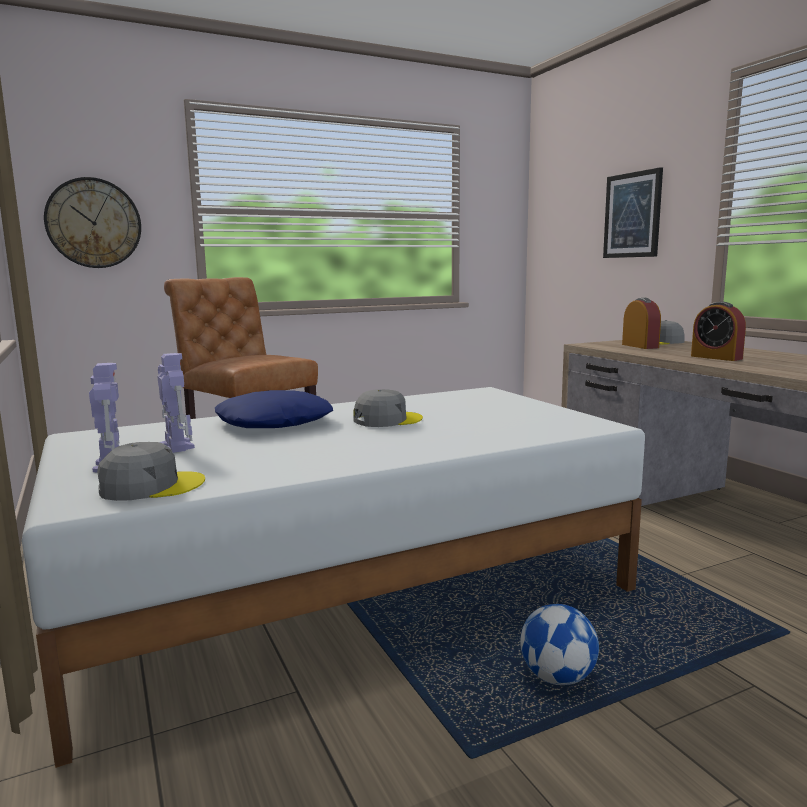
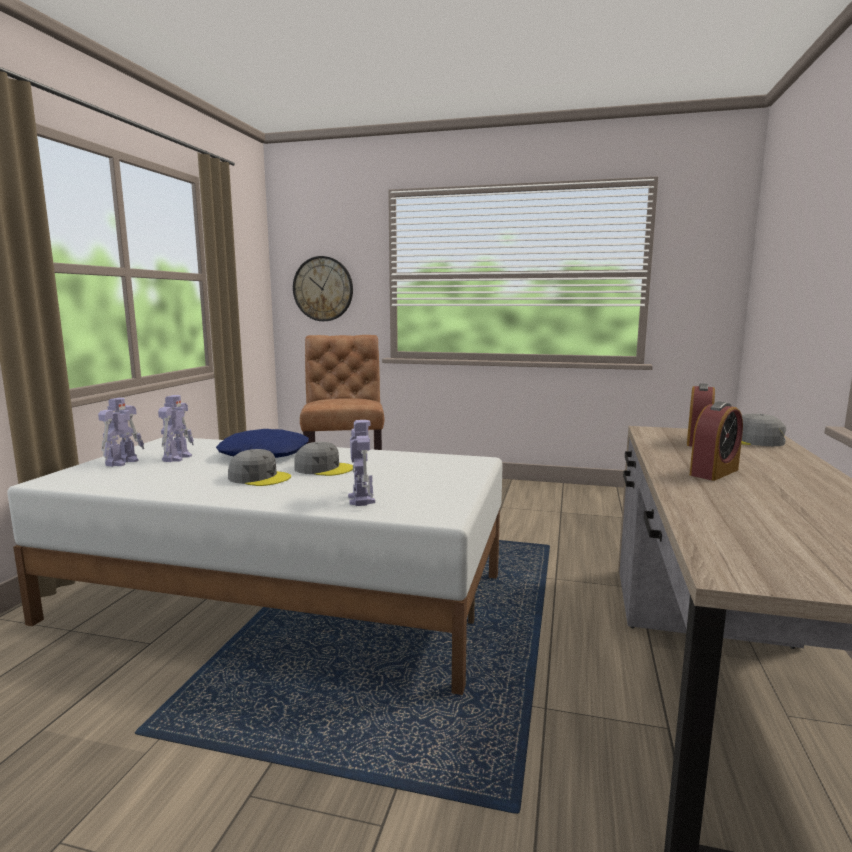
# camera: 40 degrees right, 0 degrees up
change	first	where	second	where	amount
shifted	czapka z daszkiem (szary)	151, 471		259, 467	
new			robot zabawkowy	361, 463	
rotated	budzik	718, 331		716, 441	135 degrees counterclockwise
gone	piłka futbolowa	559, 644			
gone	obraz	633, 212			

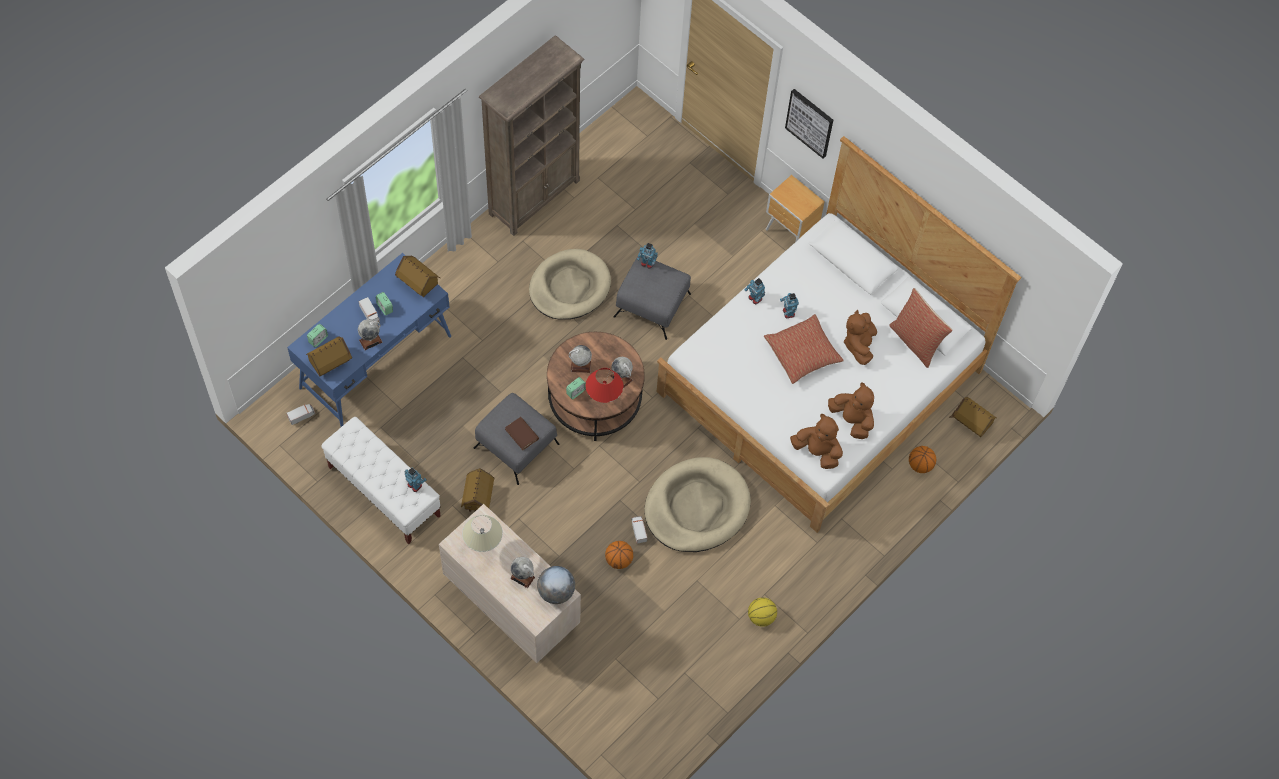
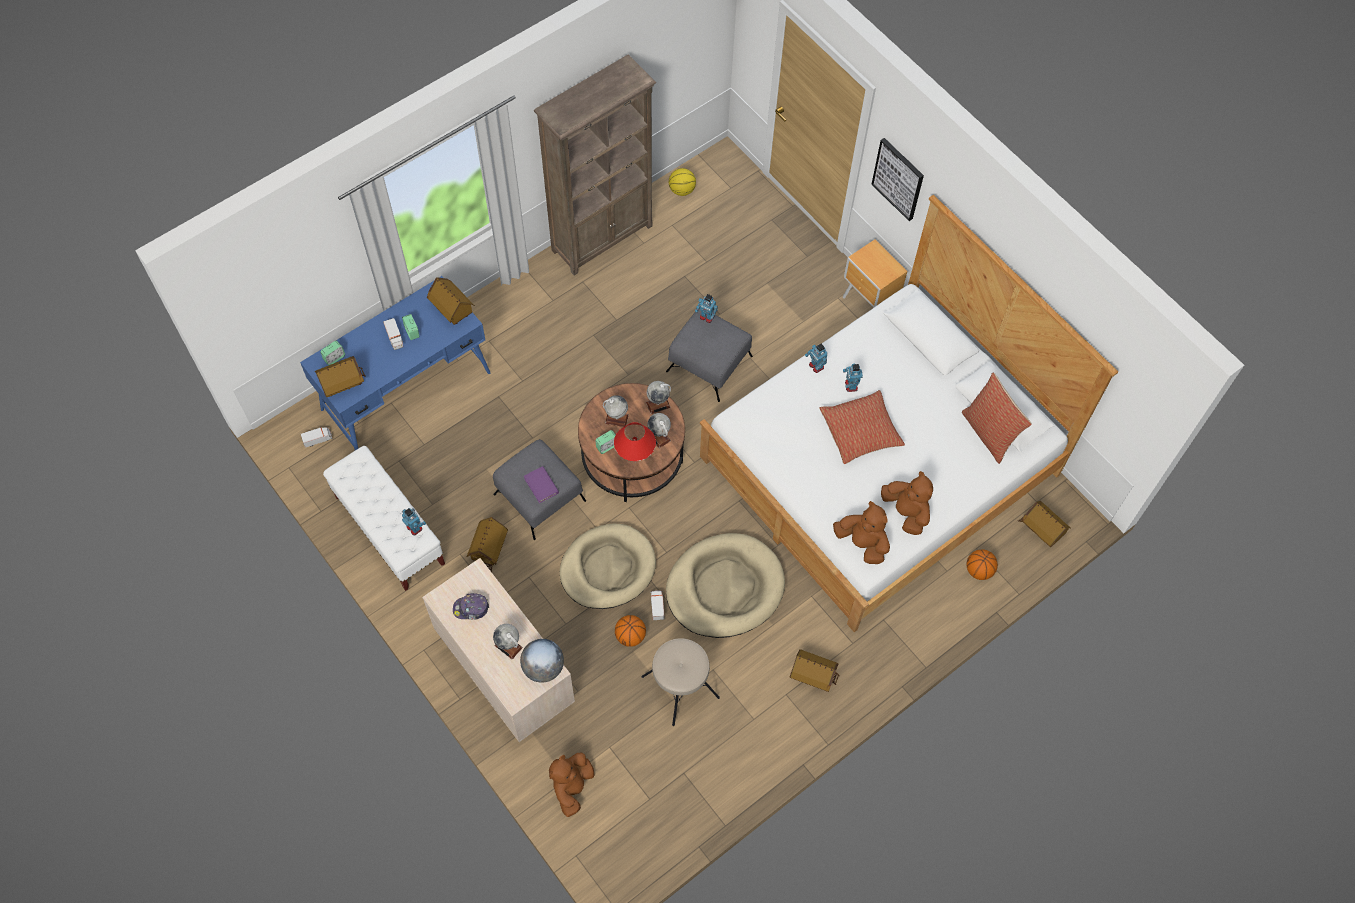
# camera: 10 degrees right, 0 degrees up
change	first	where	second	where	amount
swapped	lampa stołowa (beżowy)	482, 533	czapka z daszkiem	471, 606	
repainted	książka (brązowy)	522, 433	książka (fioletowy)	541, 484	
shifted	pluszak (brązowy)	860, 337		571, 785	
shifted	legowisko (beżowy)	570, 284		608, 566	
new			stołek (beżowy)	680, 682	
shifted	globus	370, 334		658, 397	
shifted	piłka do koszykówki	762, 612		682, 182	
new			domek	814, 670	

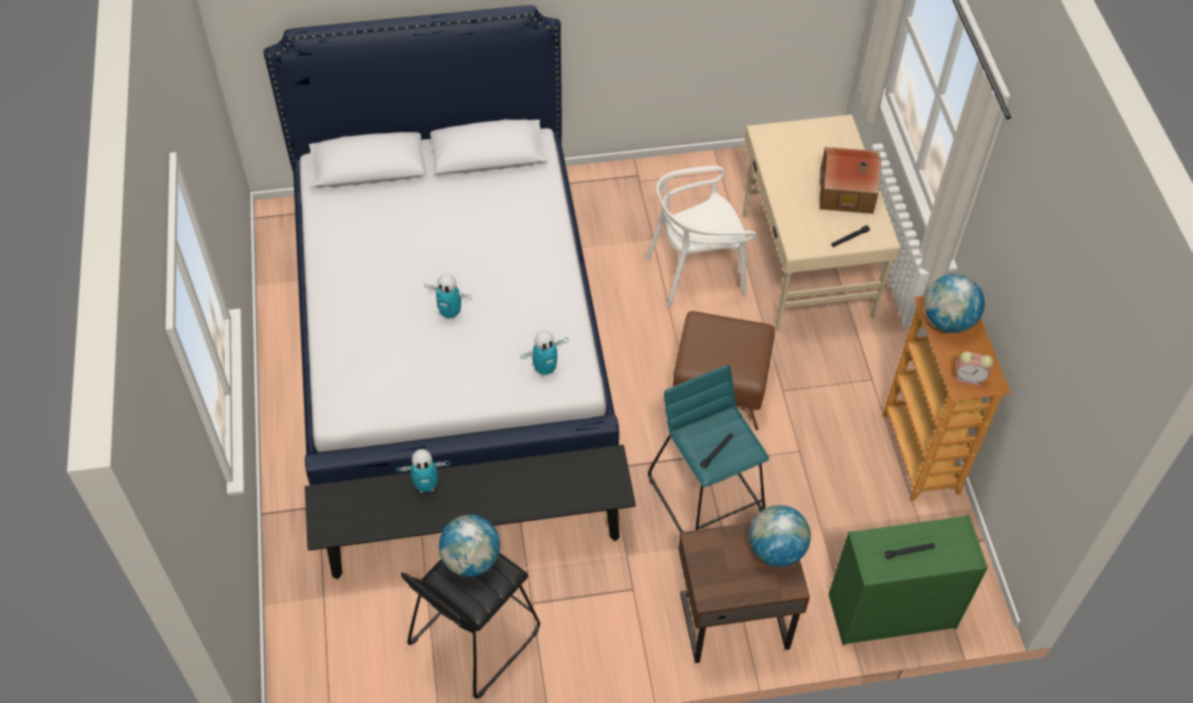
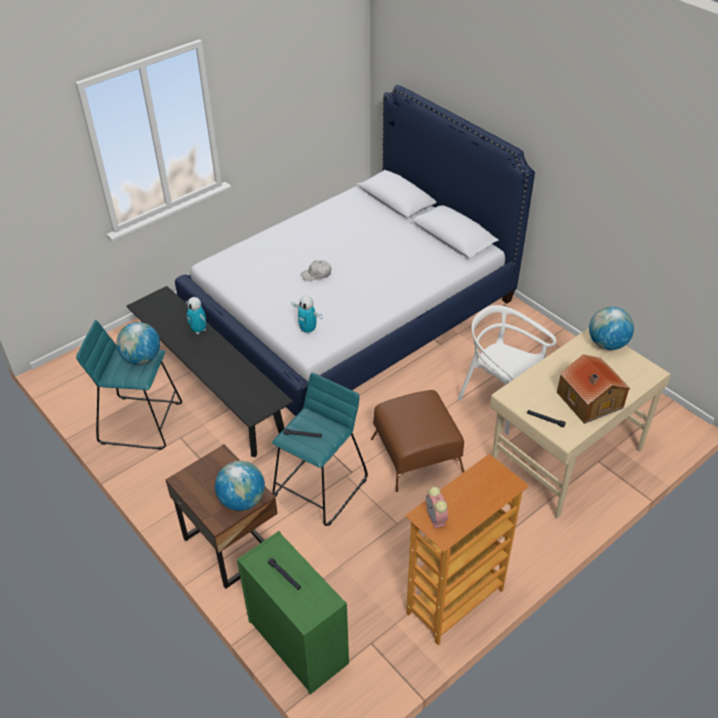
# camera: 60 degrees right, 10 degrees down
change	first	where	second	where	amount
repainted	stołek (czarny)	470, 626	stołek (turkusowy)	129, 385	
swapped	robot zabawkowy	448, 297	czapka z daszkiem (biały)	316, 270	
shifted	globus	954, 303		611, 328	

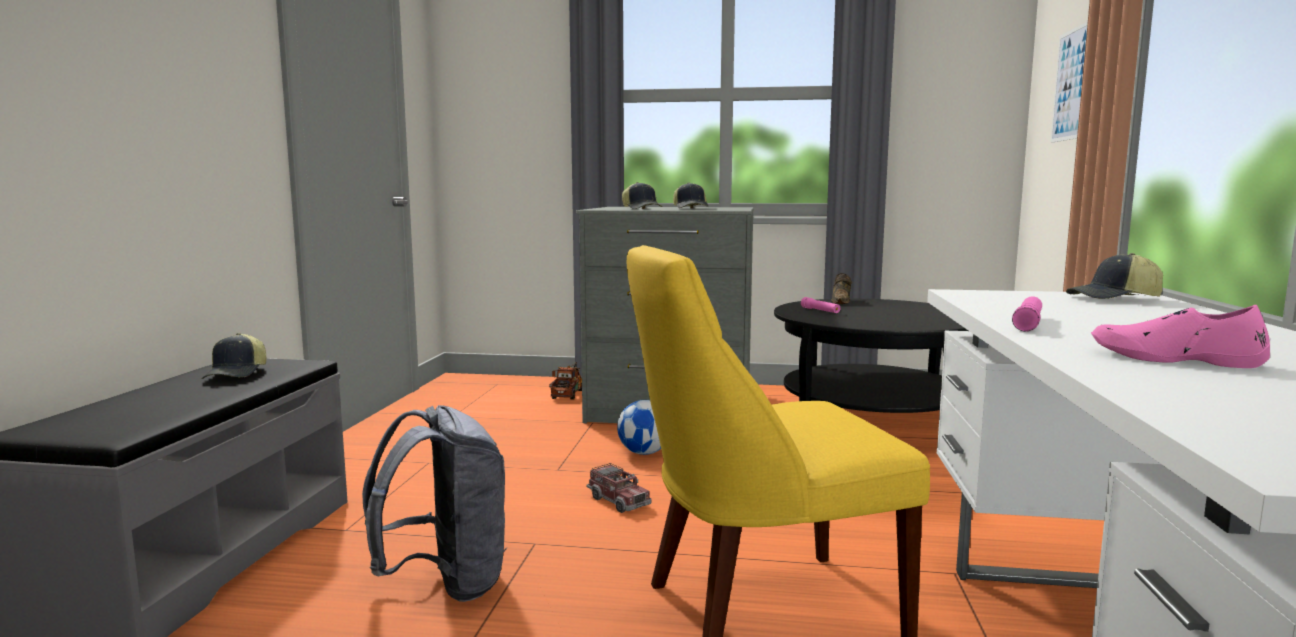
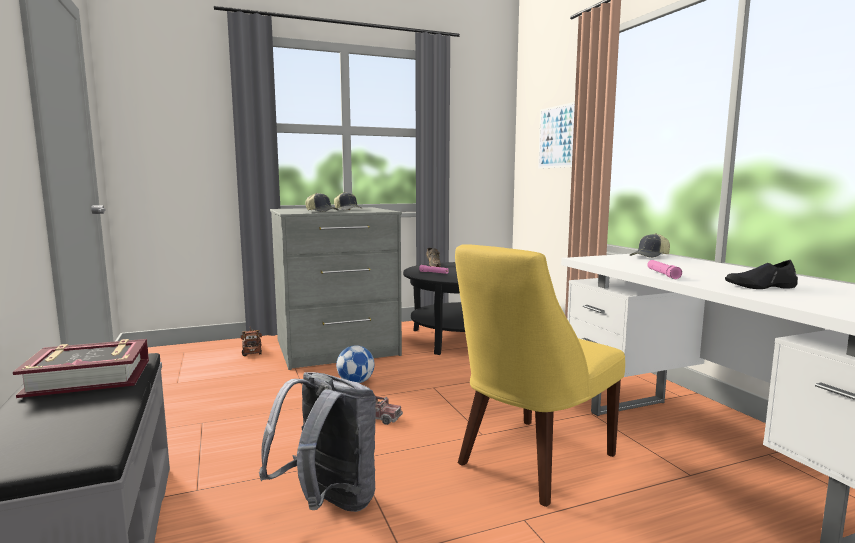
# camera: 30 degrees left, 0 degrees up
change	first	where	second	where	amount
swapped	czapka z daszkiem	233, 356	książka	81, 368	
repainted	but (różowy)	1180, 336	but (czarny)	761, 274	

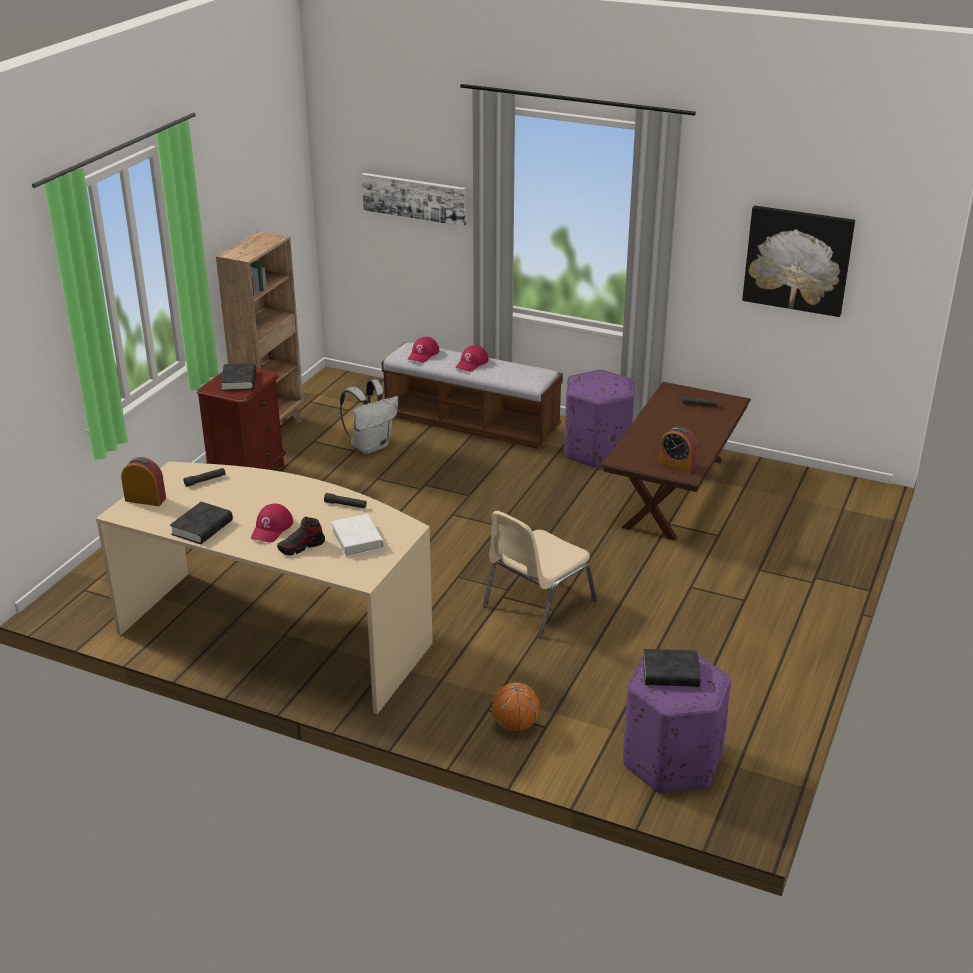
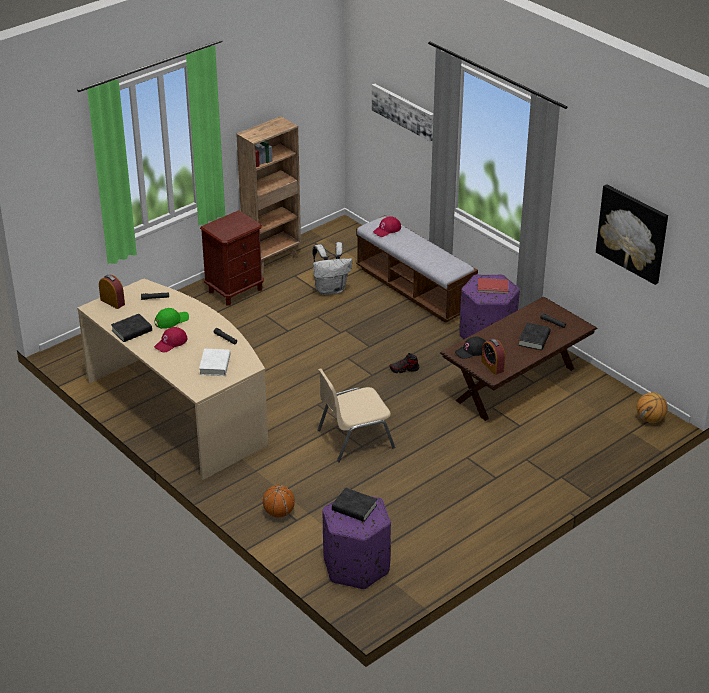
# camera: 25 degrees right, 5 degrees up
change	first	where	second	where	amount
new			czapka z daszkiem (zielony)	171, 318	
shifted	but	301, 536		404, 363	
new			czapka z daszkiem (czarny)	470, 347	
new			książka (czerwony)	493, 286	
shifted	książka (czarny)	238, 377		534, 336	
new			piłka do koszykówki	652, 408	
gone	czapka z daszkiem (czerwony)	472, 358			

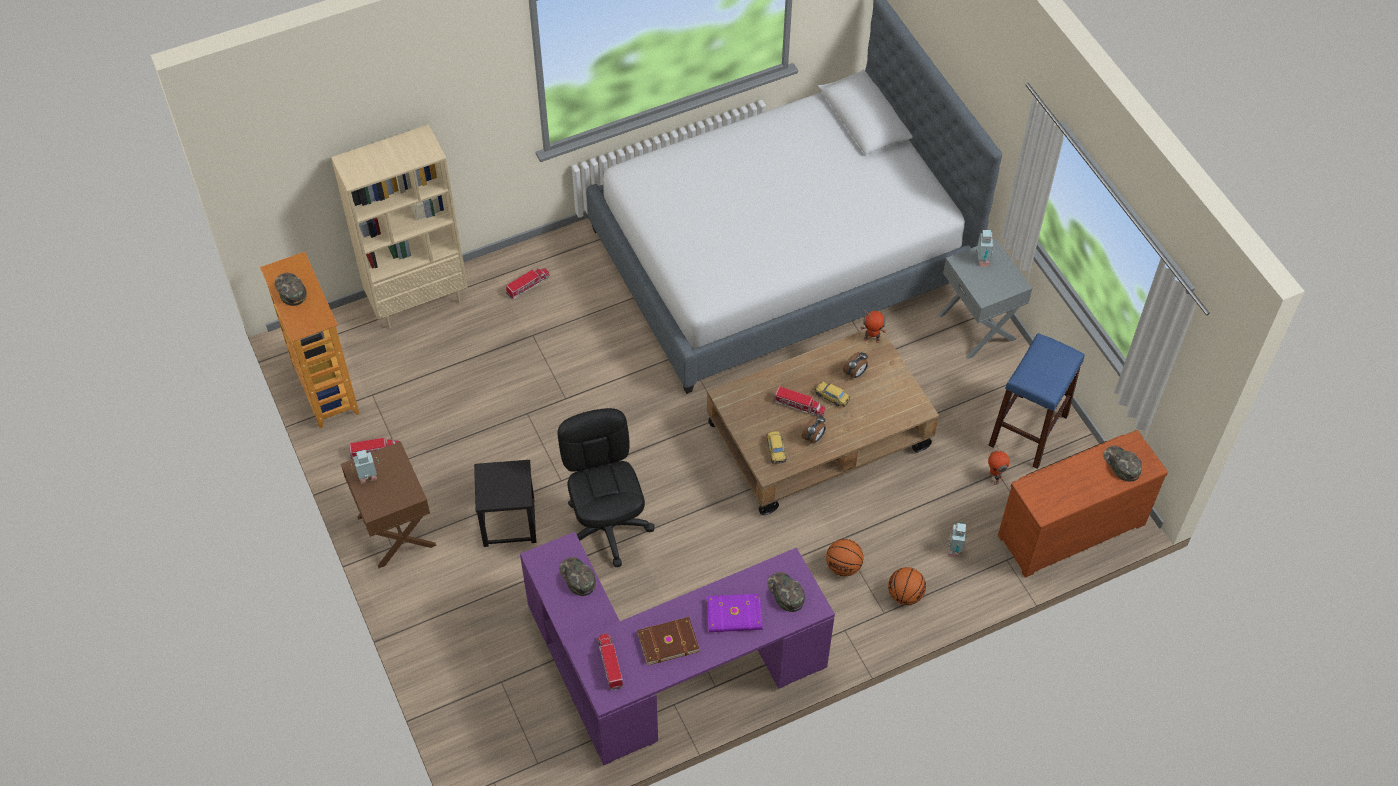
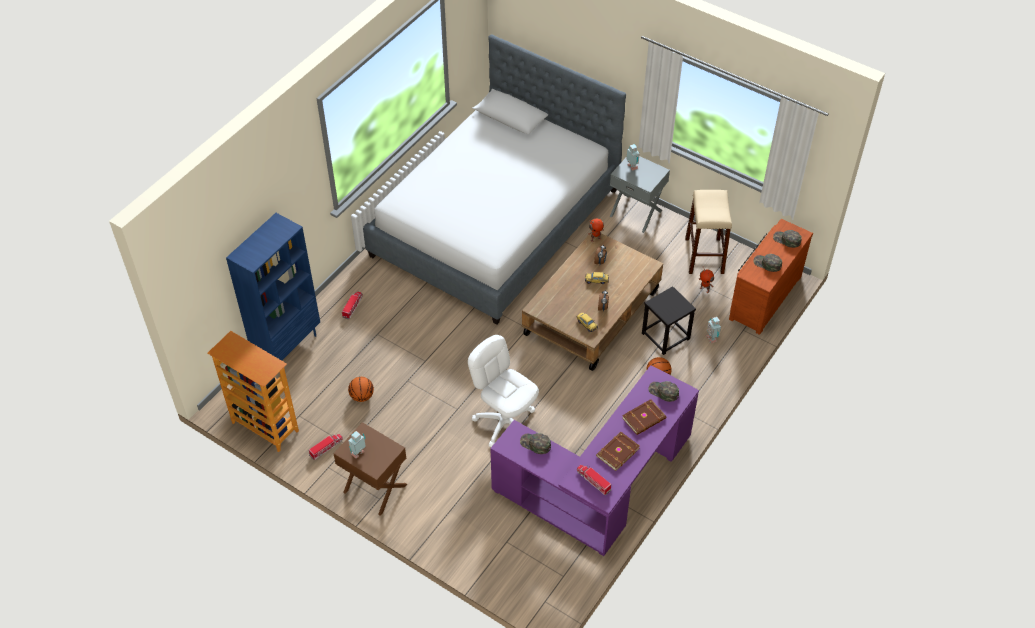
# camera: 30 degrees left, 5 degrees down
change	first	where	second	where	amount
repainted	regał (beżowy)	399, 226	regał (niebieski)	273, 287	
shifted	piłka do koszykówki	907, 586		361, 389	
repainted	krzesło biurowe (czarny)	606, 487	krzesło biurowe (biały)	503, 391	
repainted	książka (fioletowy)	735, 613	książka (brązowy)	644, 417	
shifted	stołek (czarny)	505, 503		669, 320	
repainted	stołek (niebieski)	1037, 401	stołek (beżowy)	708, 232	
shifted	czapka z daszkiem (zielony)	291, 289		767, 263	
gone	ciężarówka zabawkowa	799, 401			

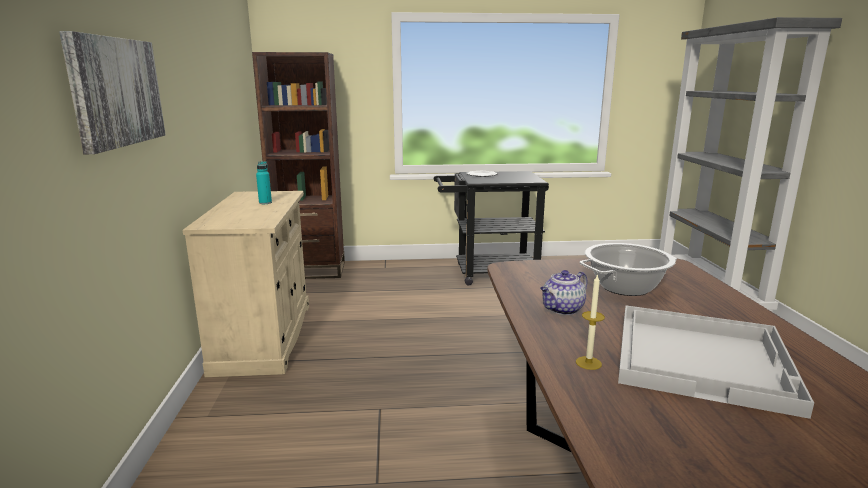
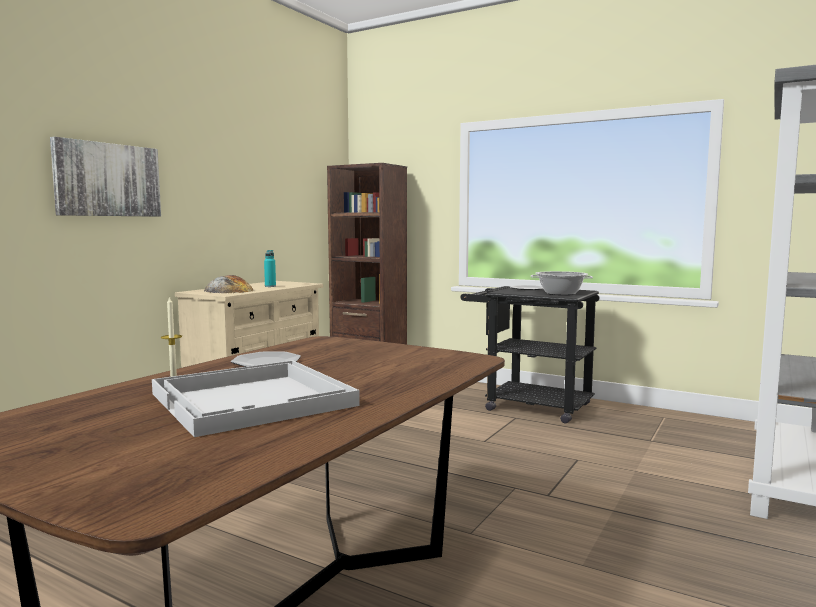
# camera: 35 degrees right, 10 degrees down
change	first	where	second	where	amount
new			chleb	228, 284	
swapped	imbryk	563, 292	talerz	266, 359	
shifted	garnek	628, 269		562, 283	

